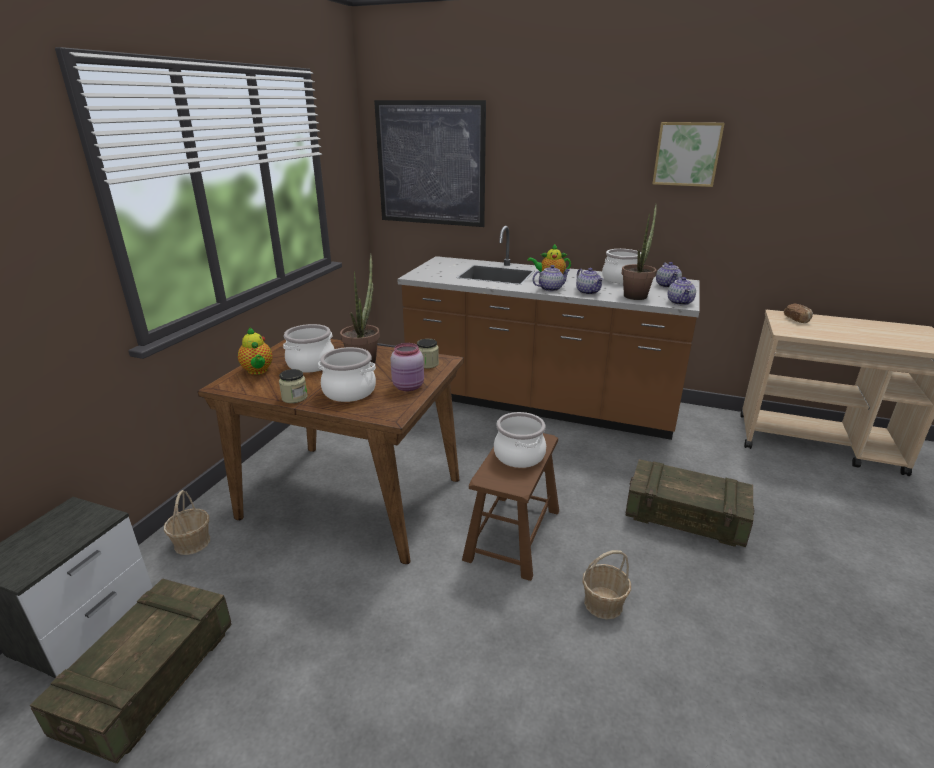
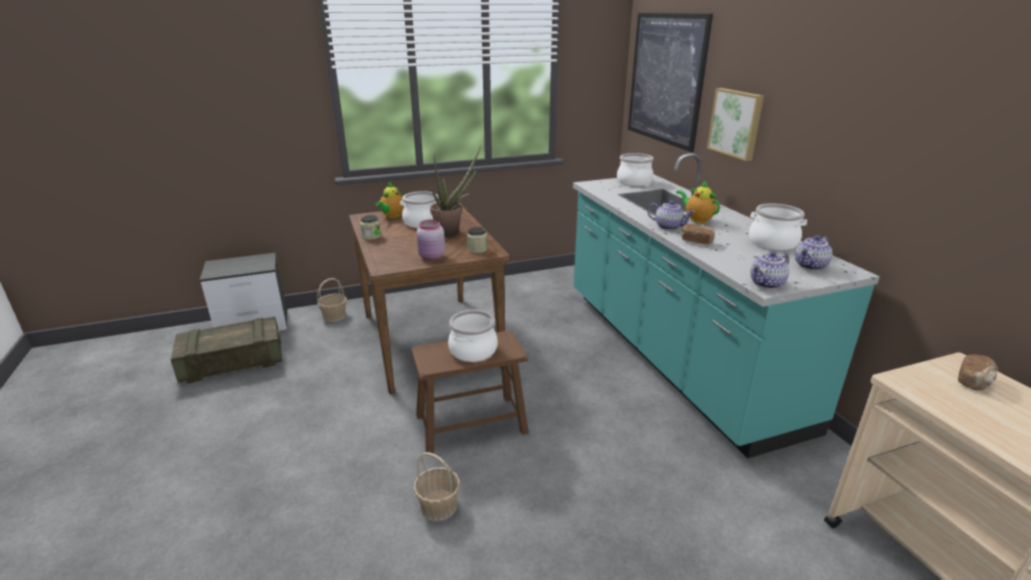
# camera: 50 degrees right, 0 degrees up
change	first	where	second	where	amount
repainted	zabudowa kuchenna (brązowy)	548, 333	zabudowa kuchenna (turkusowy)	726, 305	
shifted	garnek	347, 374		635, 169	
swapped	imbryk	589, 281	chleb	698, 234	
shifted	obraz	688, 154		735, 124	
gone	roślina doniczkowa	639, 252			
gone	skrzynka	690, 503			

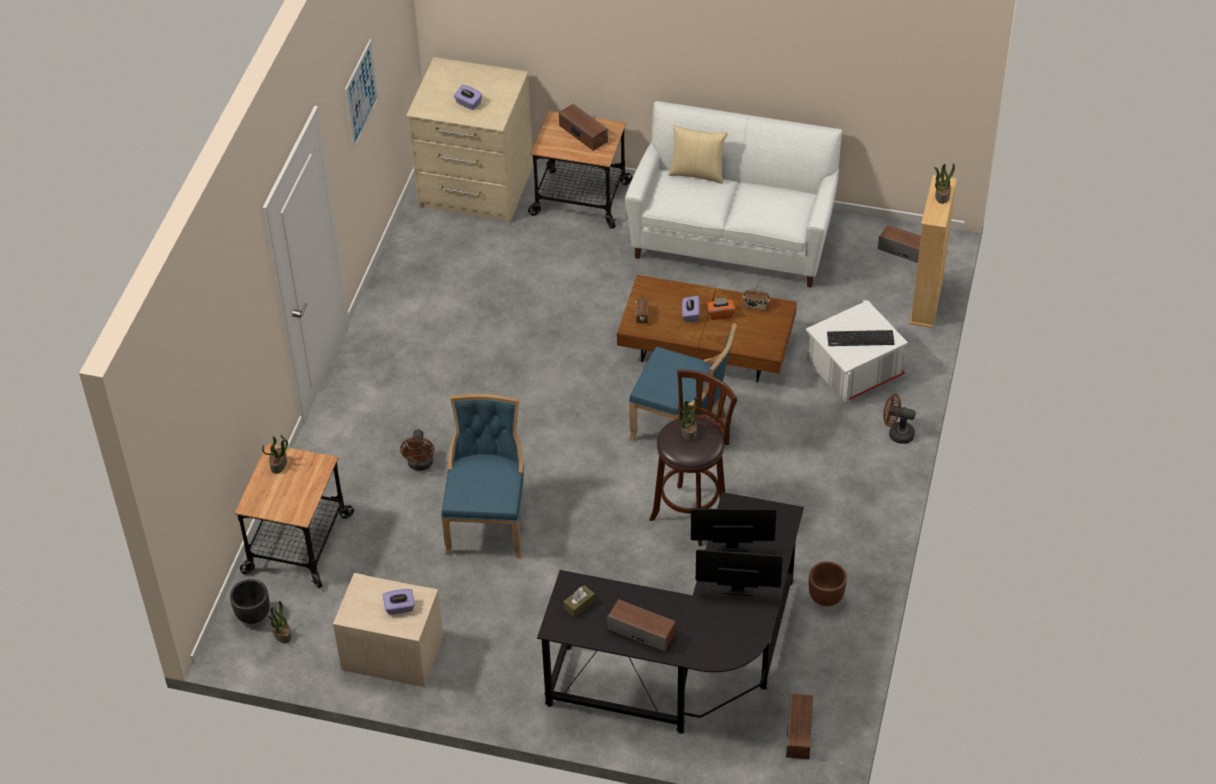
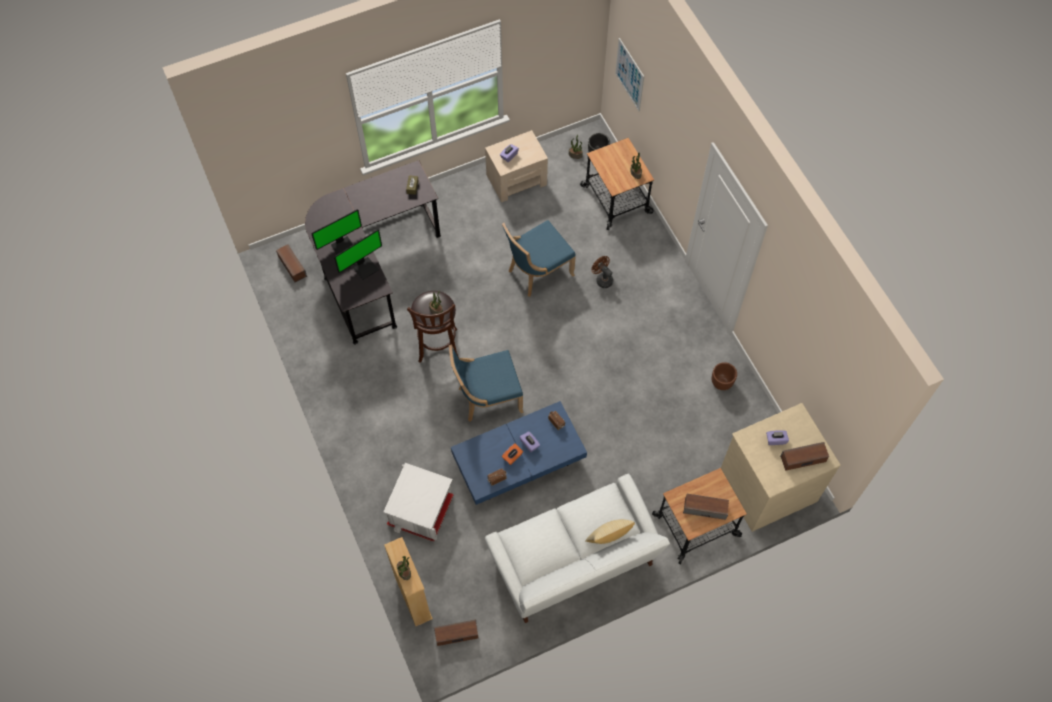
# camera: 140 degrees right, 15 degrees up
change	first	where	second	where	amount
repainted	ława (brązowy)	707, 328	ława (niebieski)	519, 453	
rotated	krzesło (niebieski)	482, 476		539, 258	90 degrees clockwise
shifted	obraz	362, 94		629, 74	
shifted	donica (brązowy)	828, 583		724, 376	
shifted	głośnik	641, 625		804, 456	
gone	klawiatura	861, 338			
gone	wentylator (brązowy)	899, 419			

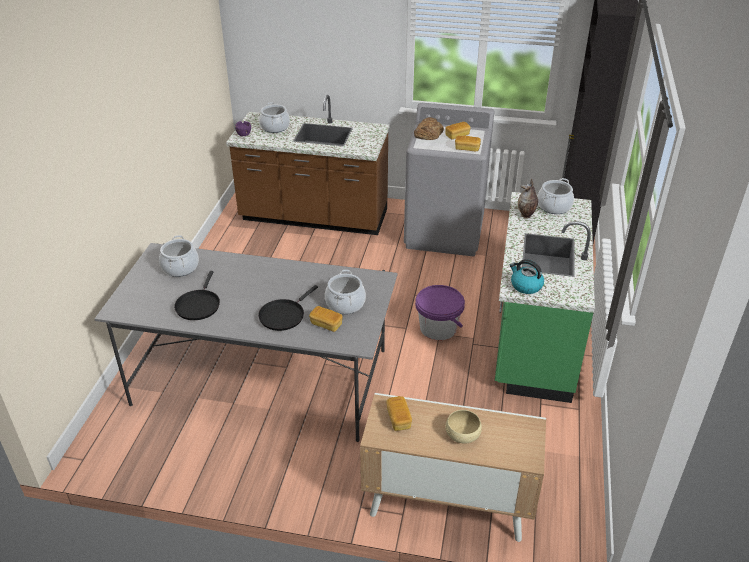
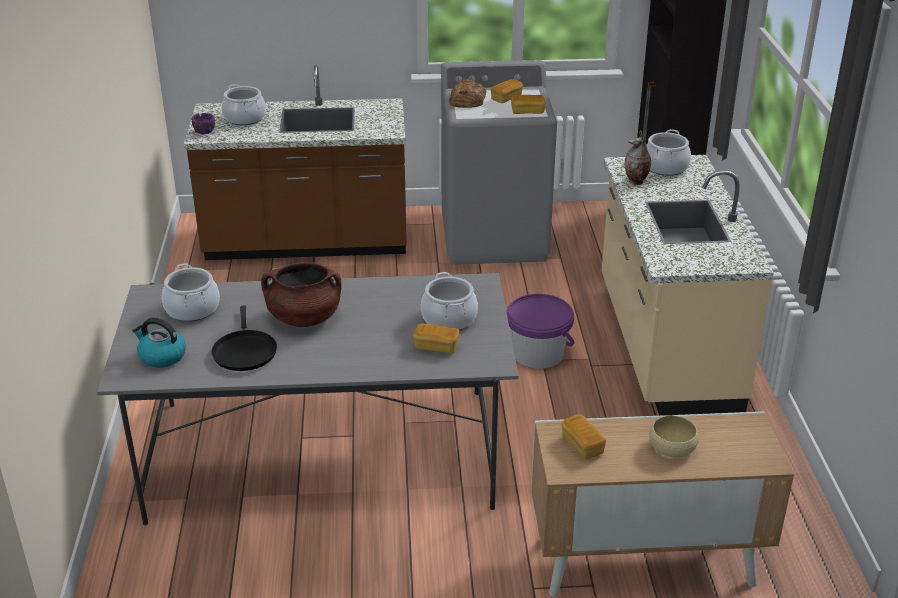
# camera: 15 degrees left, 5 degrees down
change	first	where	second	where	amount
shifted	czajnik	527, 276		159, 343	
new			garnek (brązowy)	301, 294	
repainted	zabudowa kuchenna (zielony)	545, 297	zabudowa kuchenna (beżowy)	688, 285	
gone	patelnia (czarny)	288, 308			

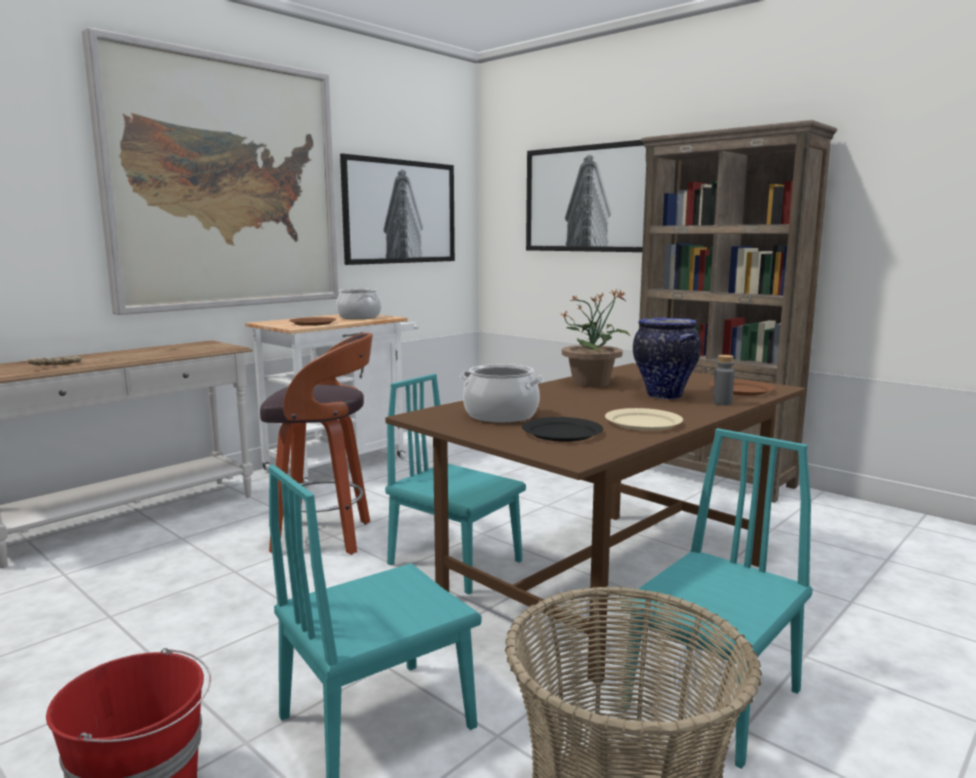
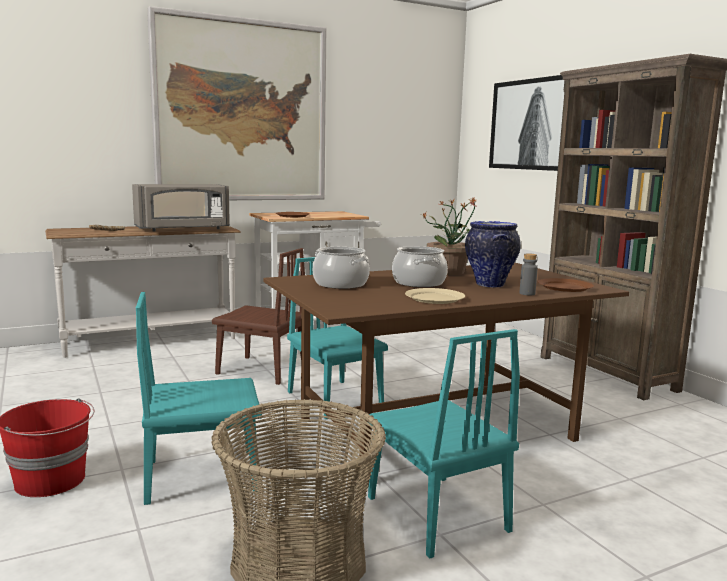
# camera: 20 degrees right, 0 degrees up
change	first	where	second	where	amount
new			mikrofalówka (szary)	181, 207	
swapped	stołek	316, 444	krzesło (brązowy)	258, 316	
rotated	krzesło (turkusowy)	717, 598		444, 444	90 degrees clockwise
shifted	garnek	359, 304		420, 266	
gone	obraz	397, 209			
gone	talerz (czarny)	562, 429			

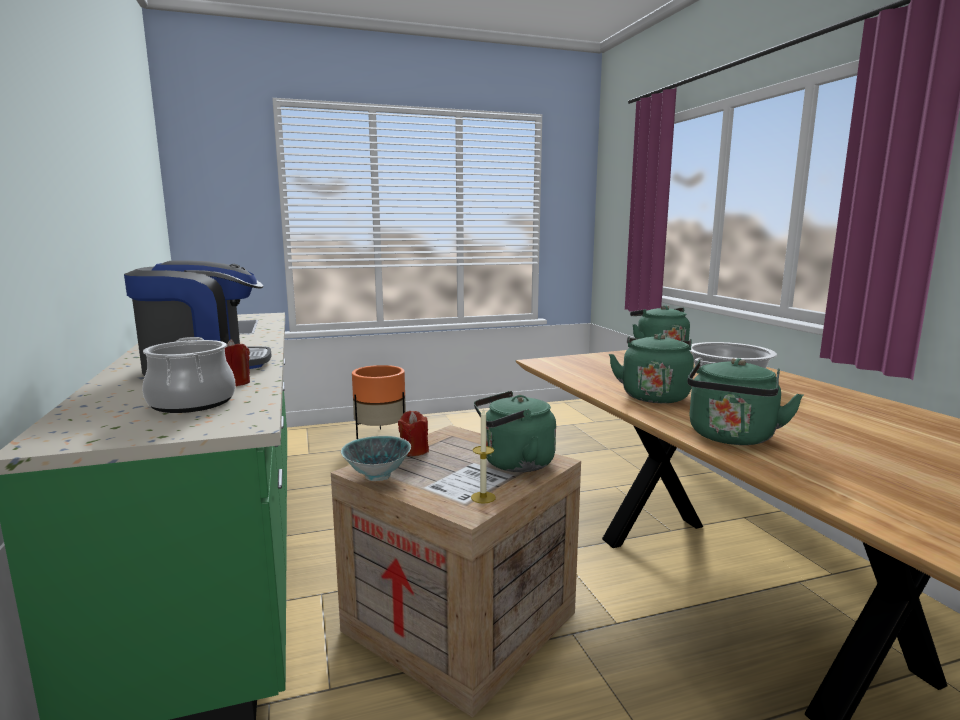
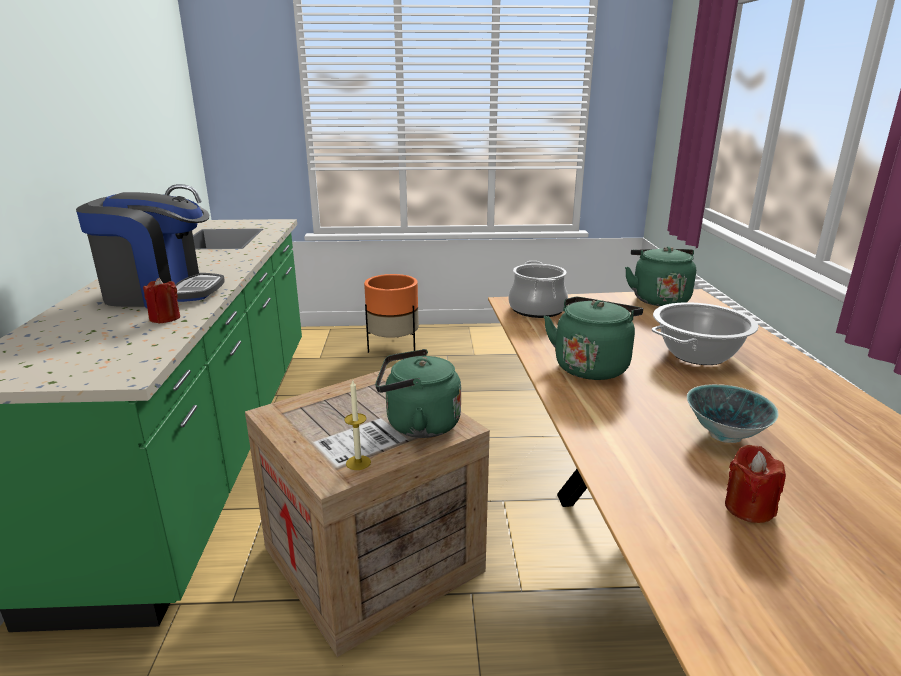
# camera: 15 degrees right, 10 degrees up
change	first	where	second	where	amount
shifted	garnek	189, 375		538, 289	
shifted	miska	376, 458		732, 413	
shifted	świeca (czerwony)	413, 433		755, 484	
gone	czajnik (zielony)	745, 401			

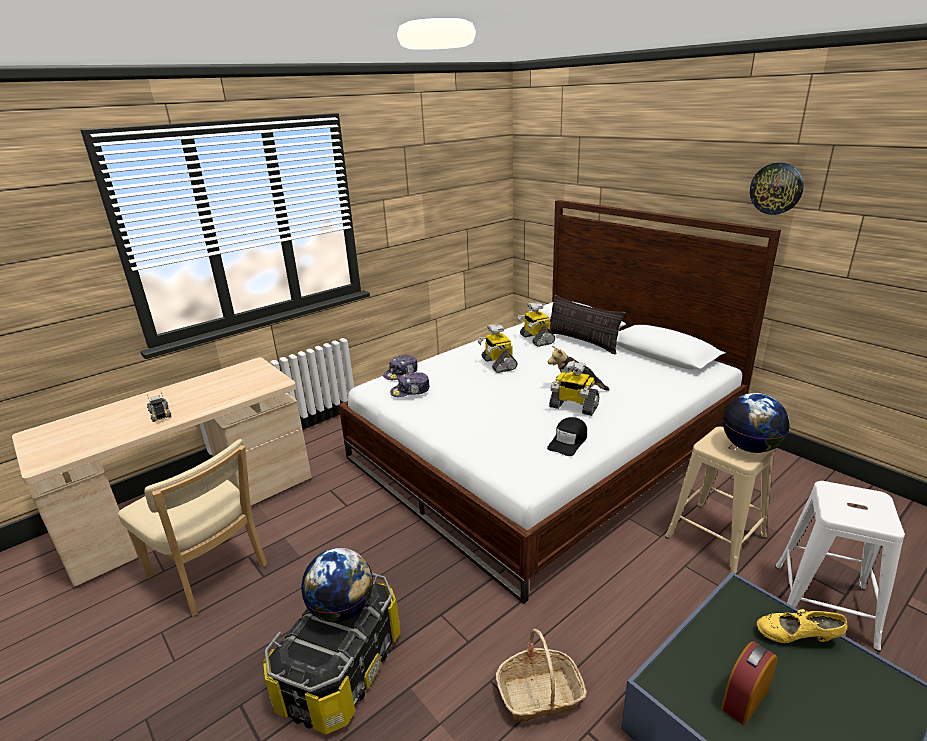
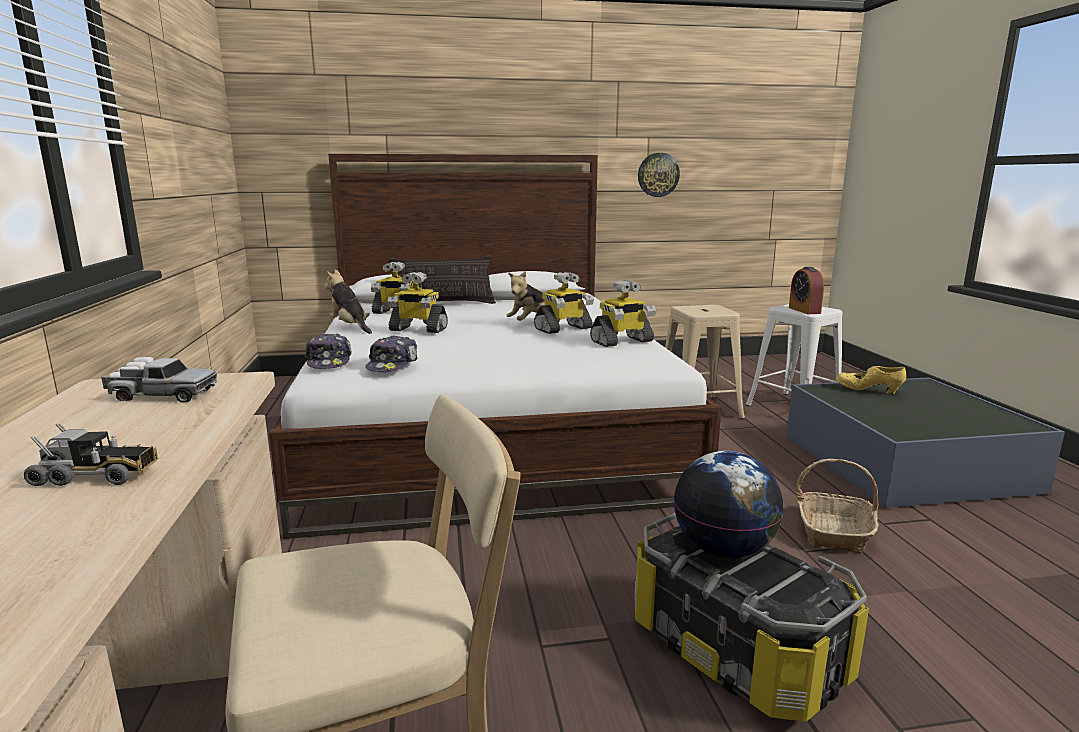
# camera: 60 degrees left, 10 degrees down
change	first	where	second	where	amount
new			ciężarówka zabawkowa	159, 380	
new			pluszak	348, 302	
swapped	czapka z daszkiem (czarny)	567, 436	robot zabawkowy	623, 313	
shifted	zegar ścienny	777, 188		659, 175	
shifted	budzik	749, 683		806, 290	
rotated	but (żółty)	802, 626		871, 380	75 degrees clockwise
gone	globus	756, 423			

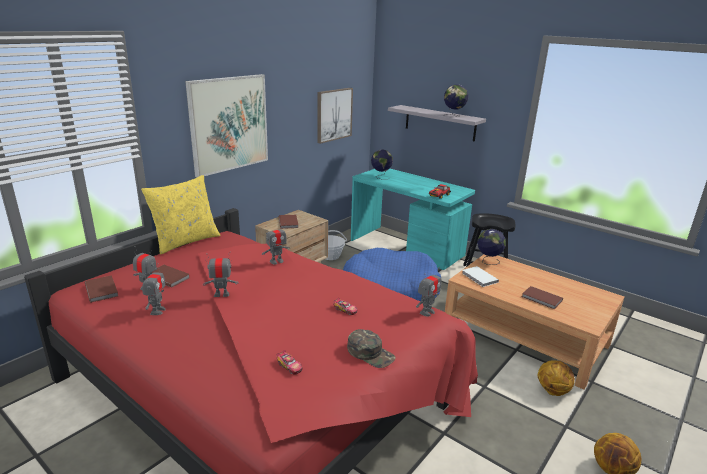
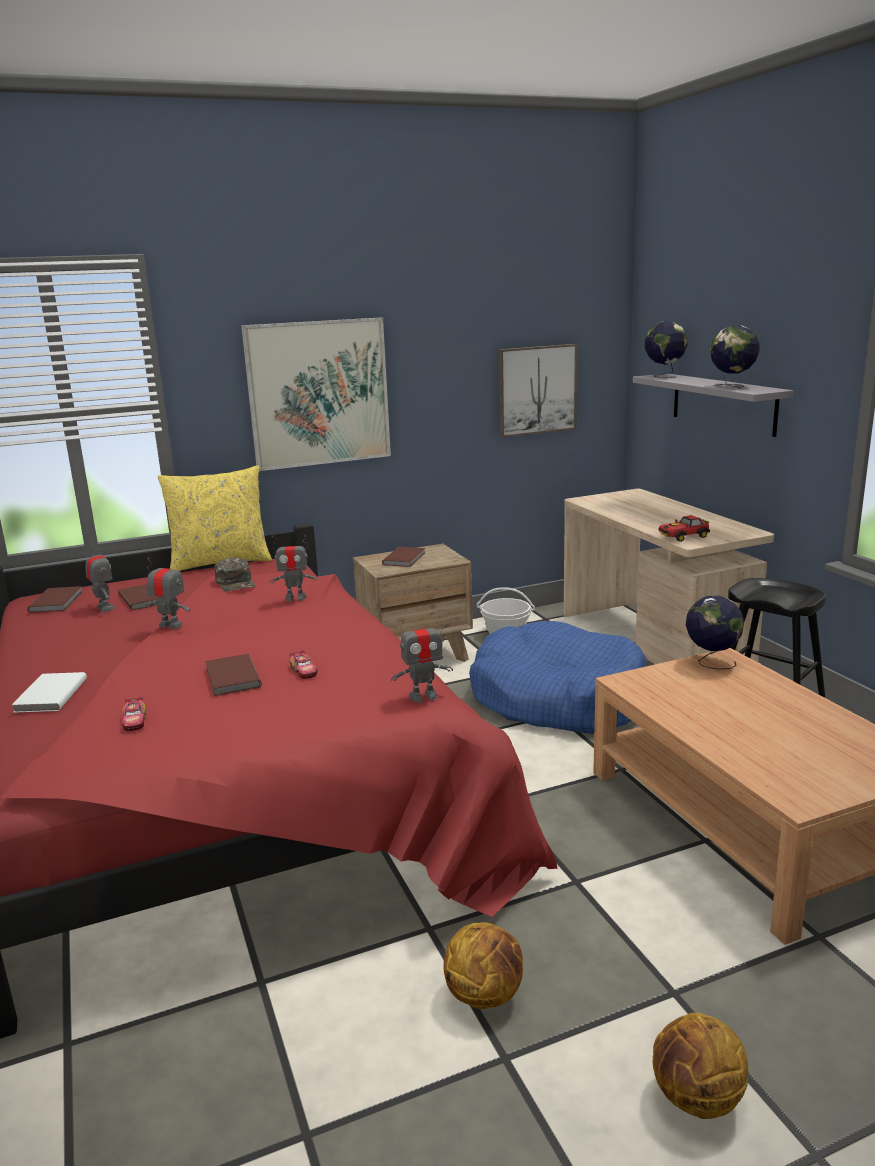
# camera: 30 degrees right, 5 degrees down
change	first	where	second	where	amount
shifted	książka (biały)	480, 276		49, 692	
shifted	książka (brązowy)	542, 297		233, 675	
shifted	czapka z daszkiem (zielony)	371, 348		234, 574	
shifted	piłka do koszykówki	556, 378		483, 965	
repainted	biurko (turkusowy)	413, 219	biurko (beżowy)	669, 576	
shifted	globus	382, 164		666, 349	
gone	robot zabawkowy	154, 289			

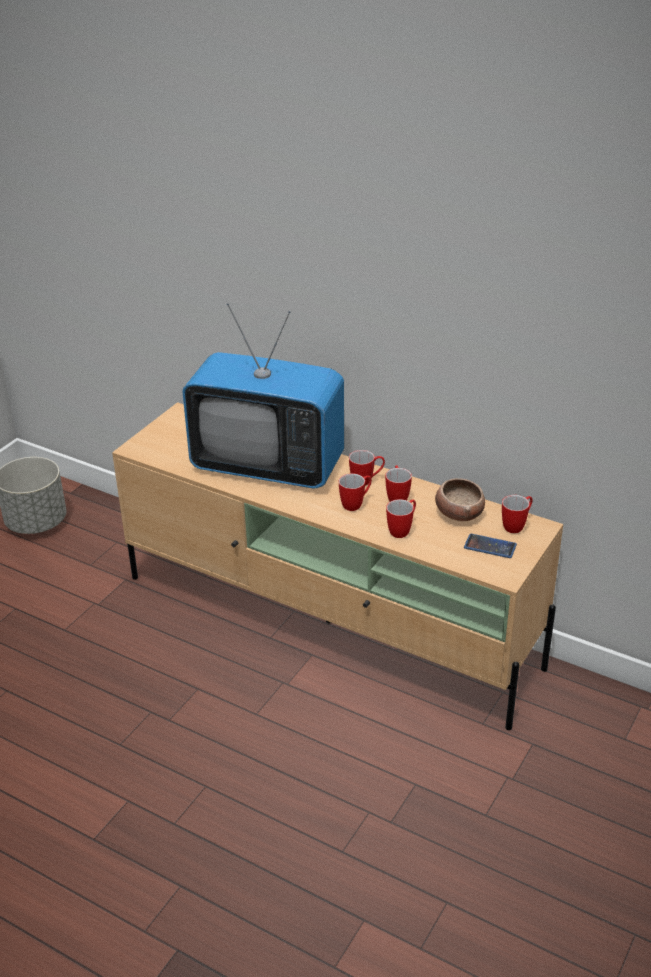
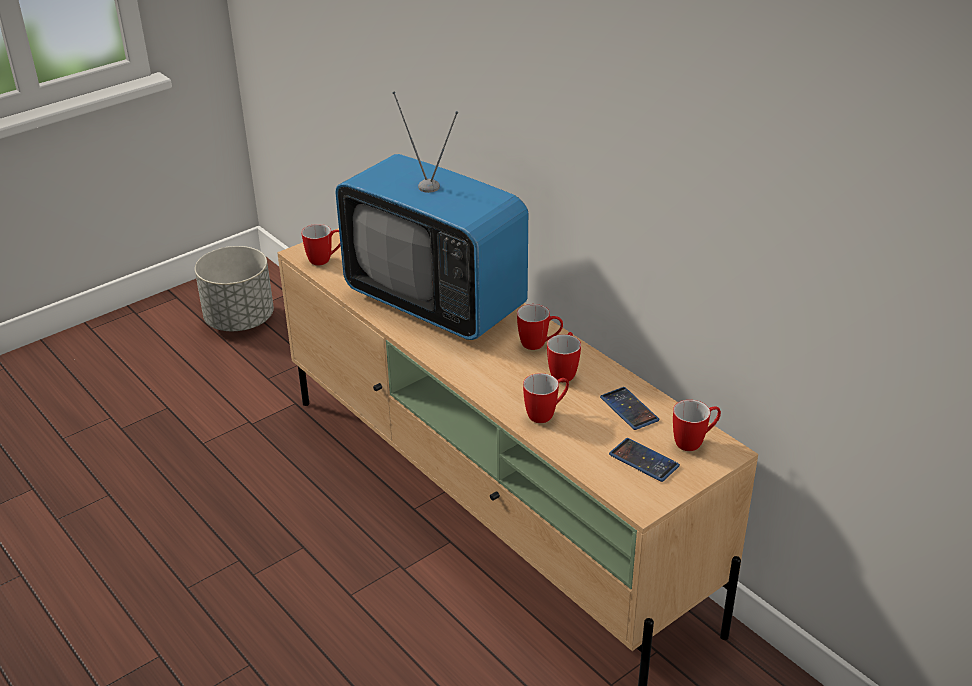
# camera: 20 degrees right, 0 degrees up
change	first	where	second	where	amount
shifted	kubek	355, 492		321, 245	
swapped	miska	460, 499	telefon	629, 408	

